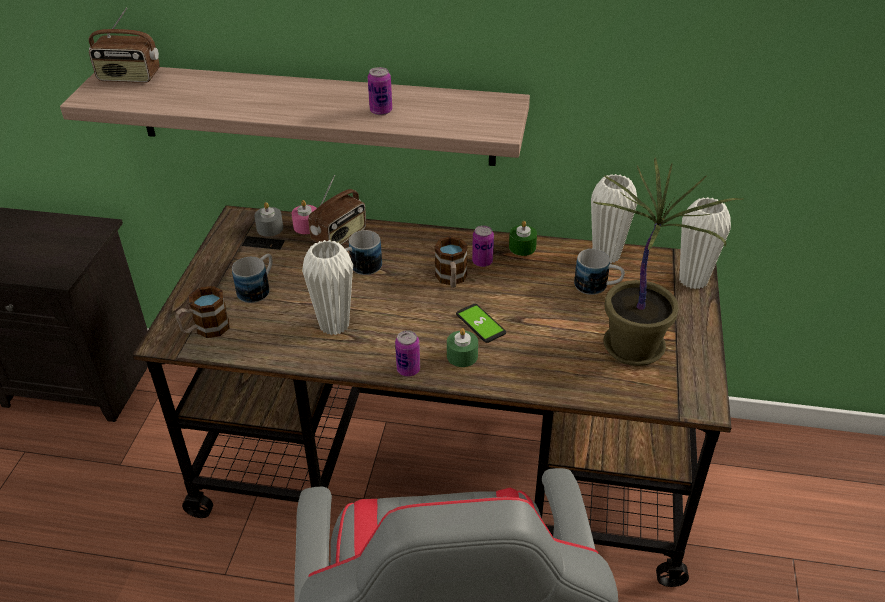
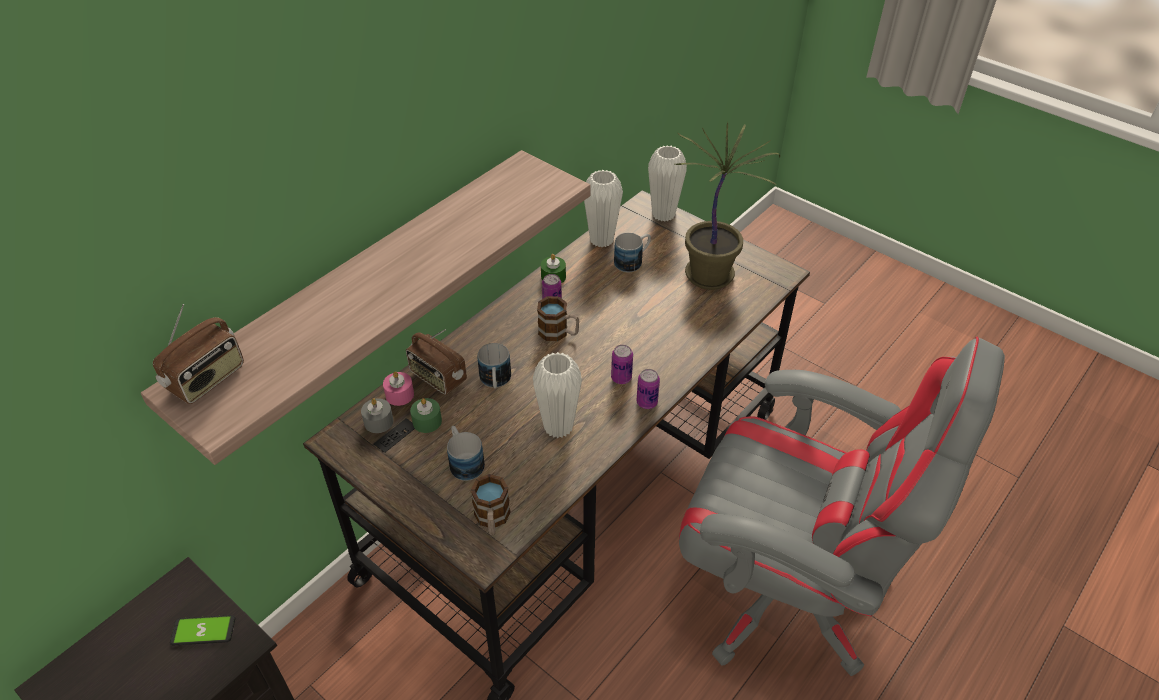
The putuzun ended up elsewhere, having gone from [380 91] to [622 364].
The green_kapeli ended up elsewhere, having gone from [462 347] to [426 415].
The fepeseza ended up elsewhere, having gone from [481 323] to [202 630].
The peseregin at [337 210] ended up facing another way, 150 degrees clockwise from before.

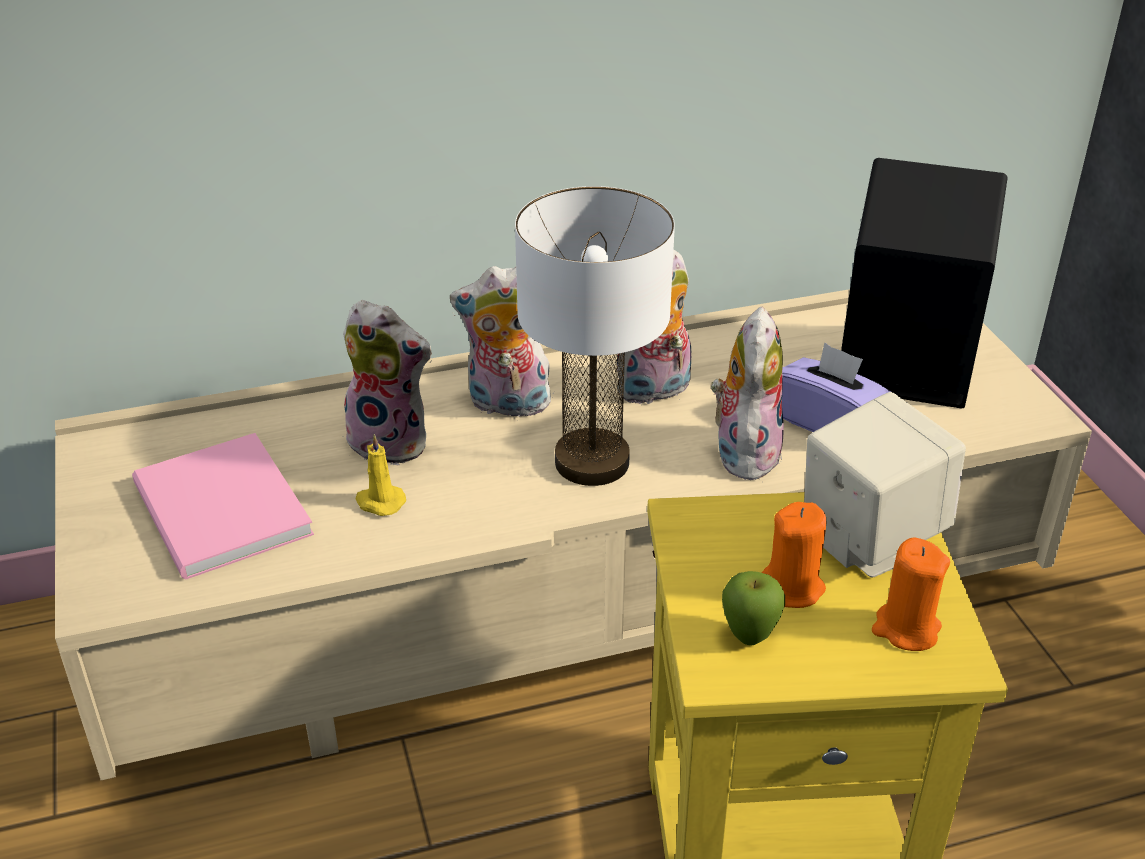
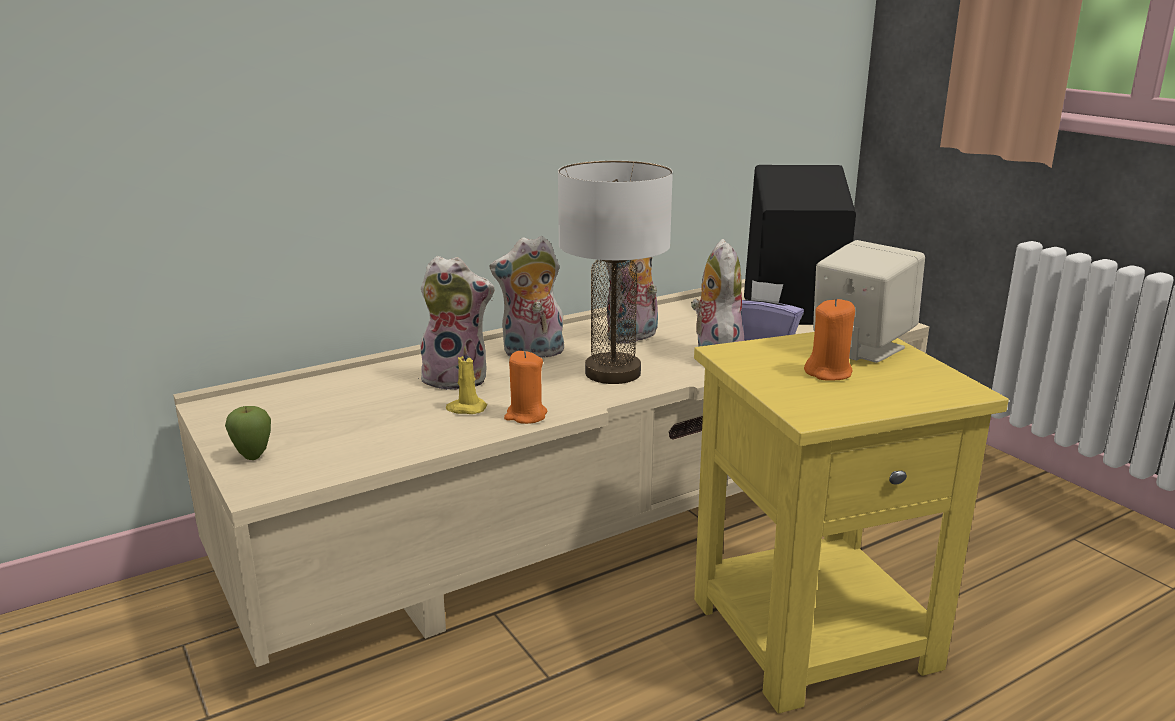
The second view lost the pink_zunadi at [223 506].
The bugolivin ended up elsewhere, having gone from [753 608] to [248 433].
The orange_kapeli ended up elsewhere, having gone from [911 594] to [525 387].

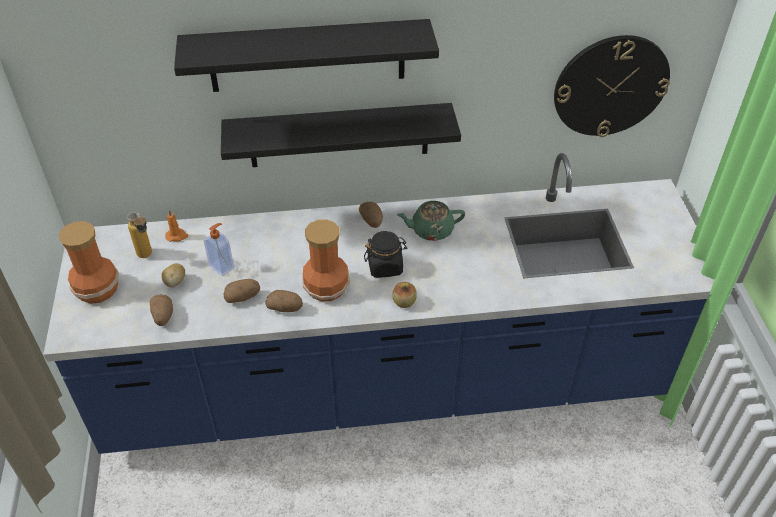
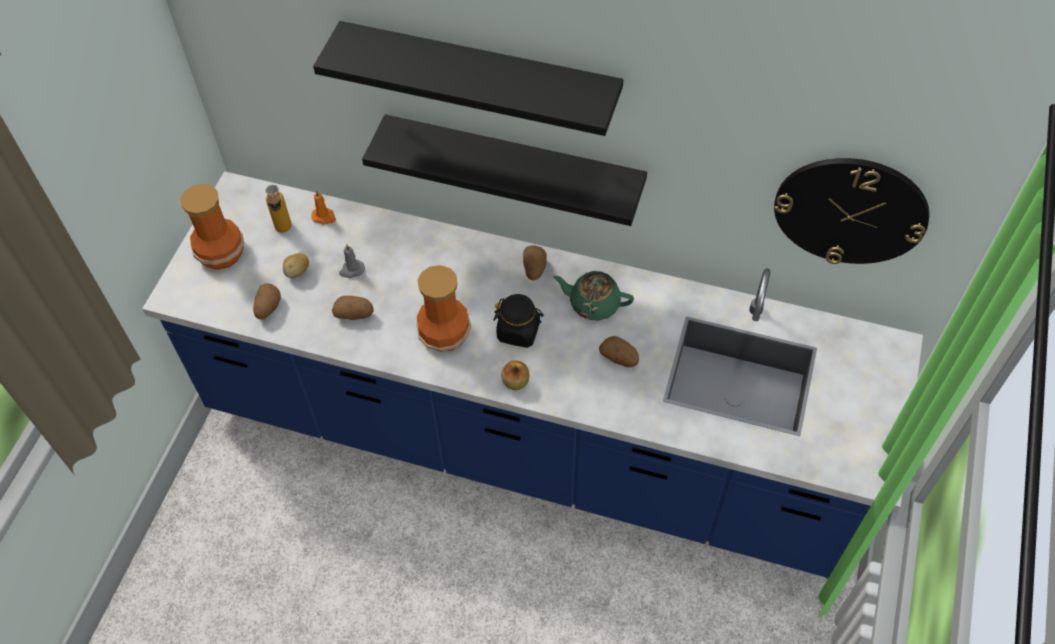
The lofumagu ended up elsewhere, having gone from [284 301] to [619 351].
Where the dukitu stood at [219 249], the grey_kapeli came to stand at [352 261].

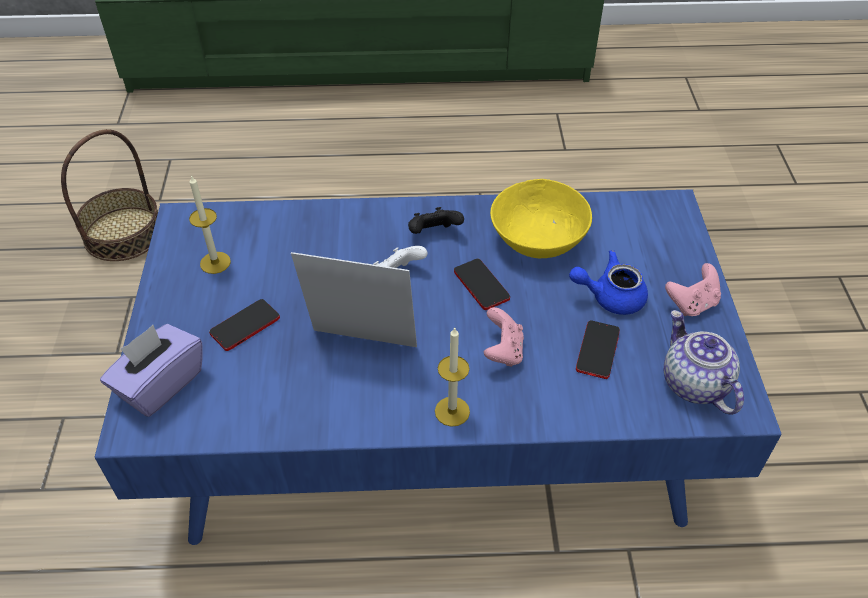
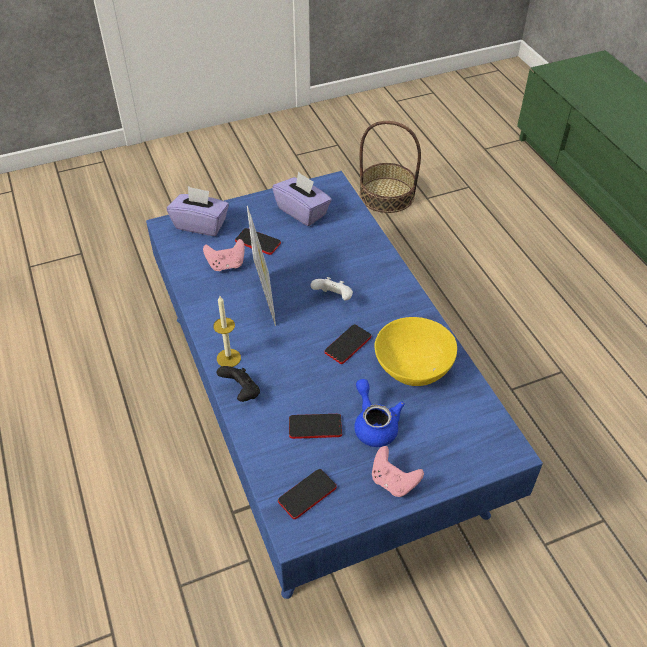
The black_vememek ended up elsewhere, having gone from [436 220] to [238 384].
The pink_vememek ended up elsewhere, having gone from [504 337] to [224 255].
Where the kapeli stood at [210 224], the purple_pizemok came to stand at [302 198].
Where the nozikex stood at [704 362], the fepeseza came to stand at [307 494].

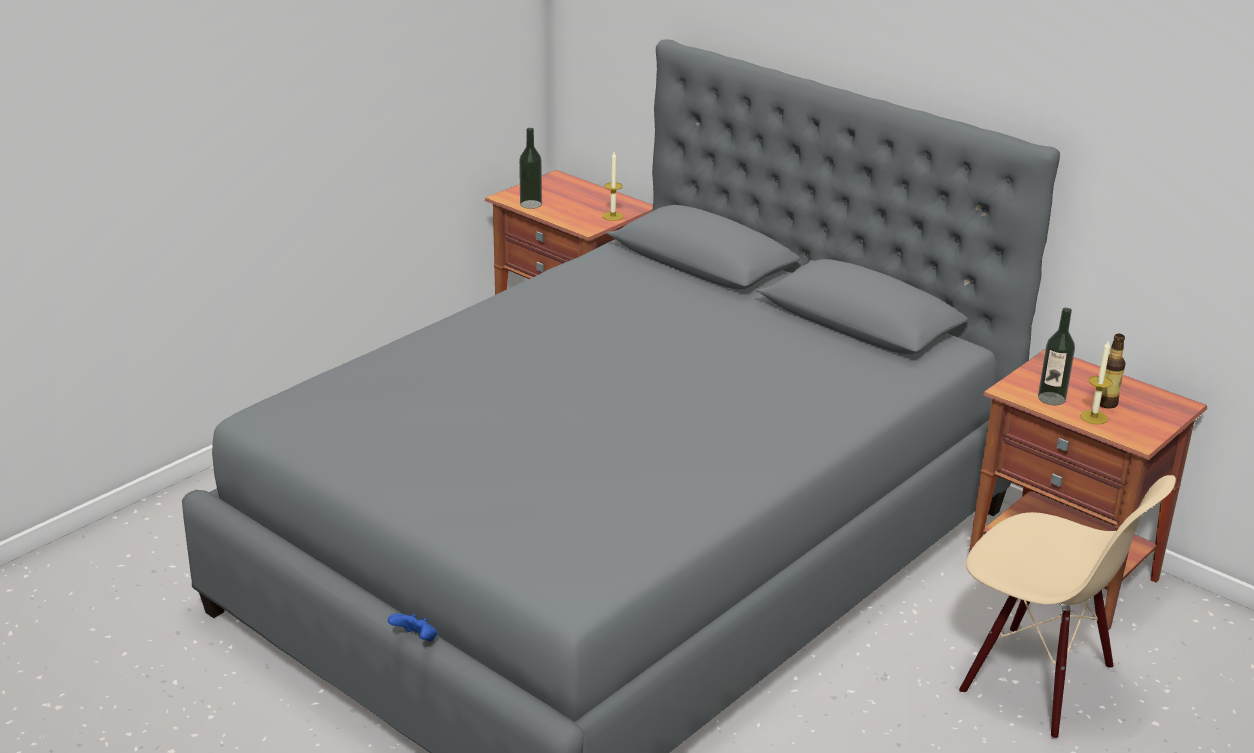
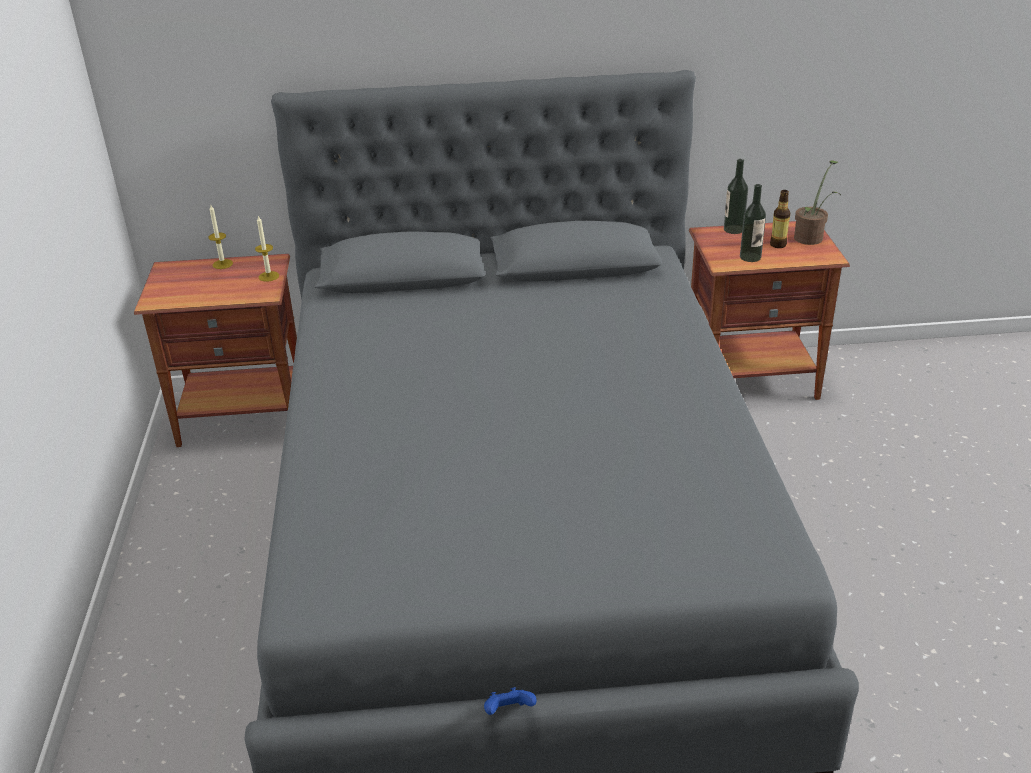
The second view lost the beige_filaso at [1067 607].
The second view gained the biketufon at [817 202].
The blue_vememek ended up elsewhere, having gone from [412 627] to [510 701].
The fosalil ended up elsewhere, having gone from [530 168] to [736 196].
The kapeli ended up elsewhere, having gone from [1096 382] to [220 237].

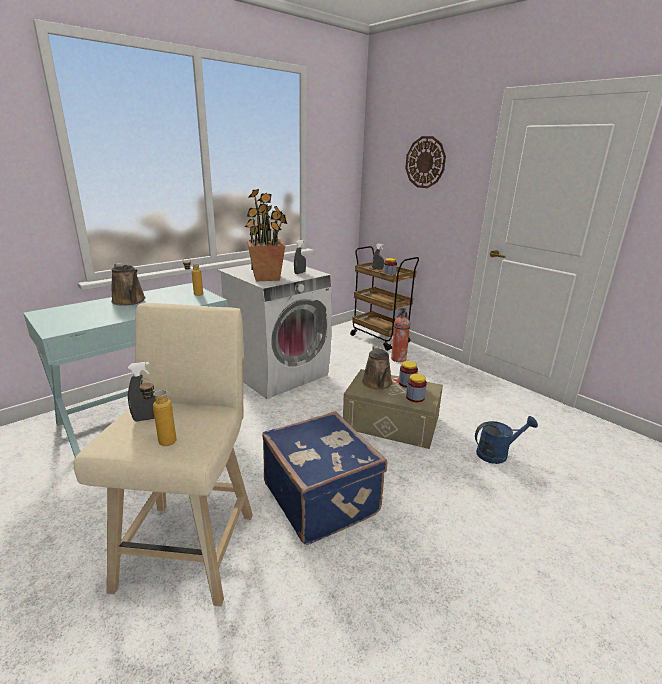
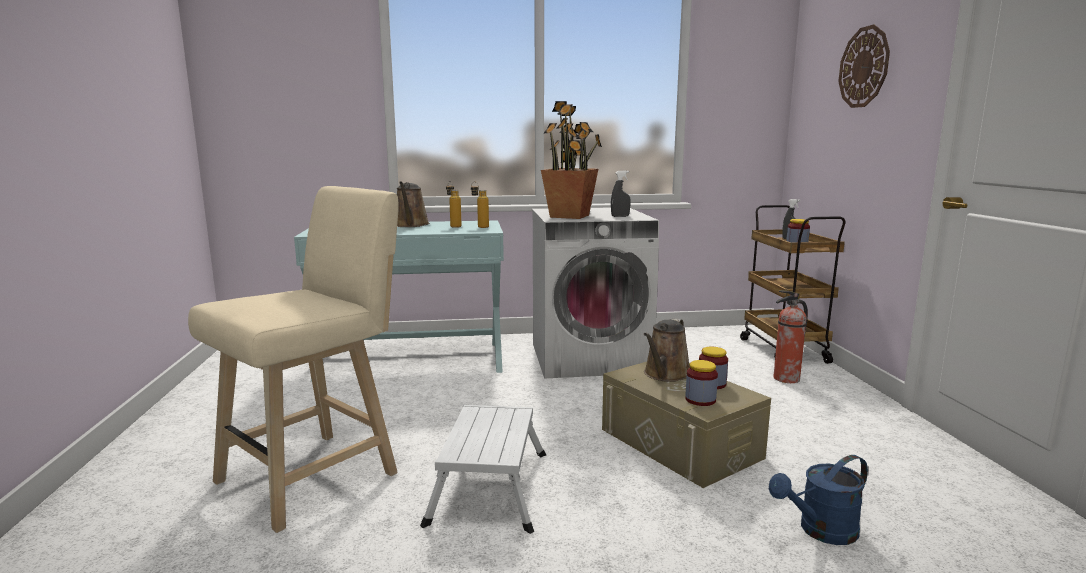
The second view lost the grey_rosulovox at [141 391].
The fosalil ended up elsewhere, having gone from [158 412] to [454 204].
Where the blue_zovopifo stood at [324 478], the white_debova came to stand at [483 469].
The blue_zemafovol at [506 440] ended up facing another way, 135 degrees clockwise from before.

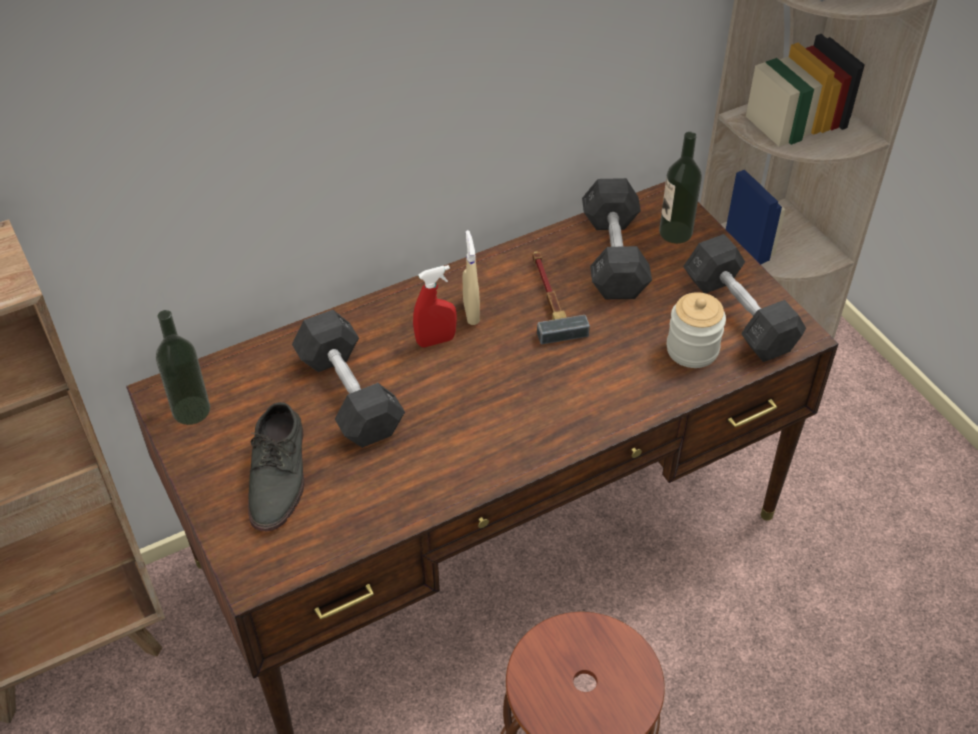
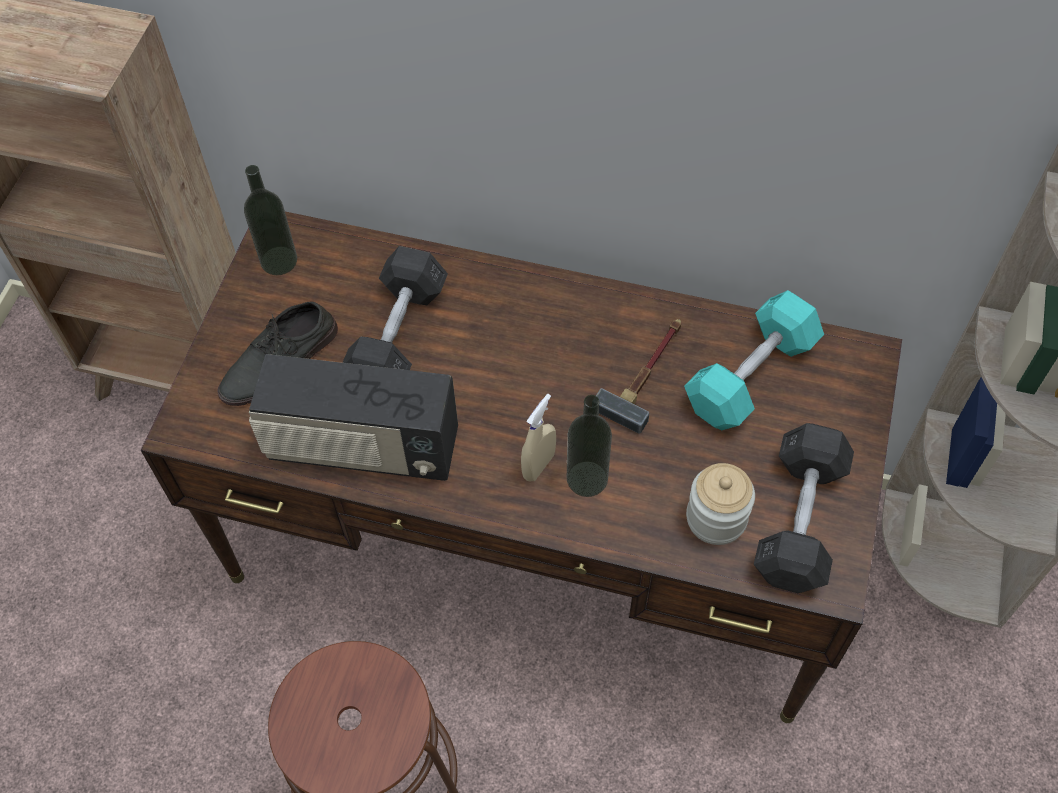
The second view lost the red_rosulovox at [435 306].
The second view gained the peseregin at [353 417].
The beige_rosulovox ended up elsewhere, having gone from [471 277] to [538 437].
The fosalil ended up elsewhere, having gone from [680 188] to [589 446].
What was the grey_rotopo at [617 239] turned into the turquoise_rotopo at [754 360].

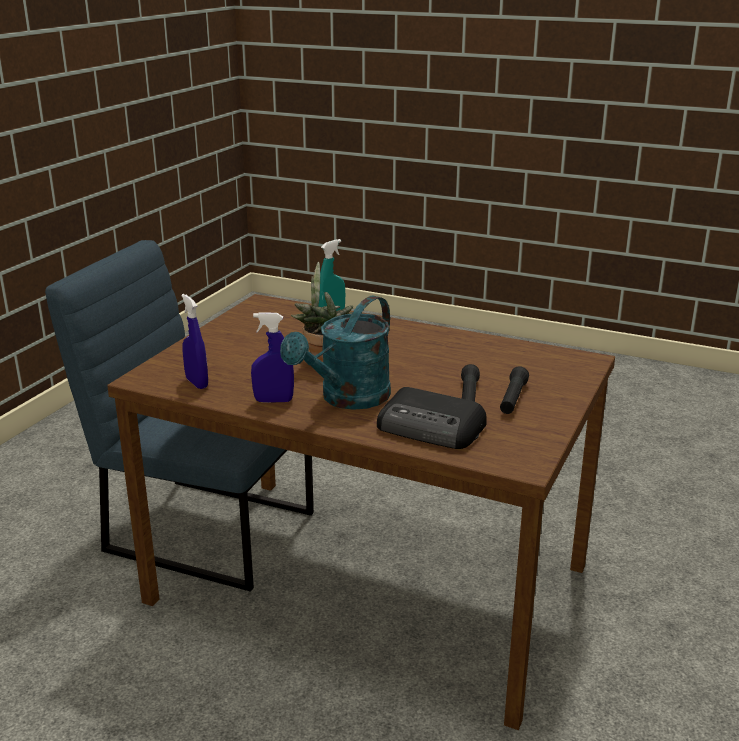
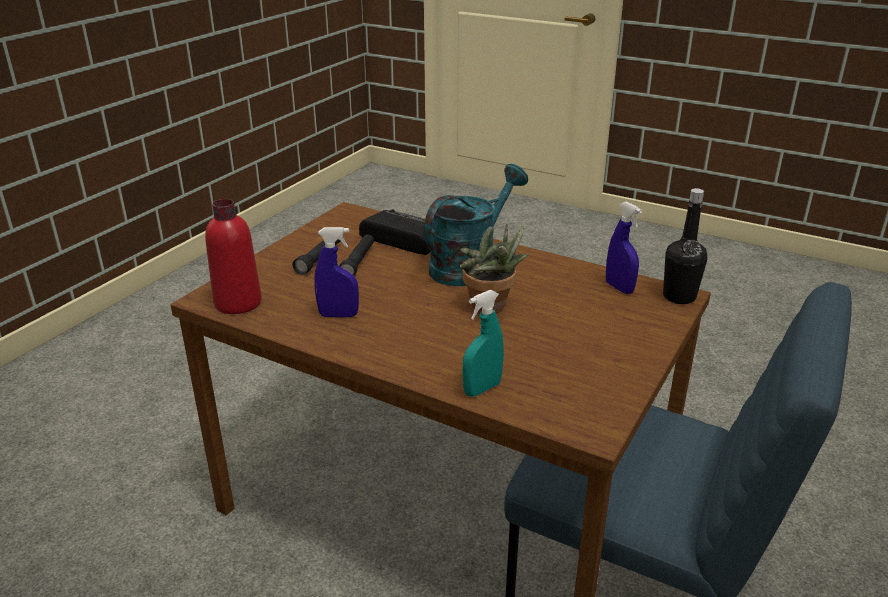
The second view gained the red_fosalil at [233 256].
The second view gained the black_fosalil at [685 246].
The blue_rosulovox ended up elsewhere, having gone from [272 358] to [336 272].

